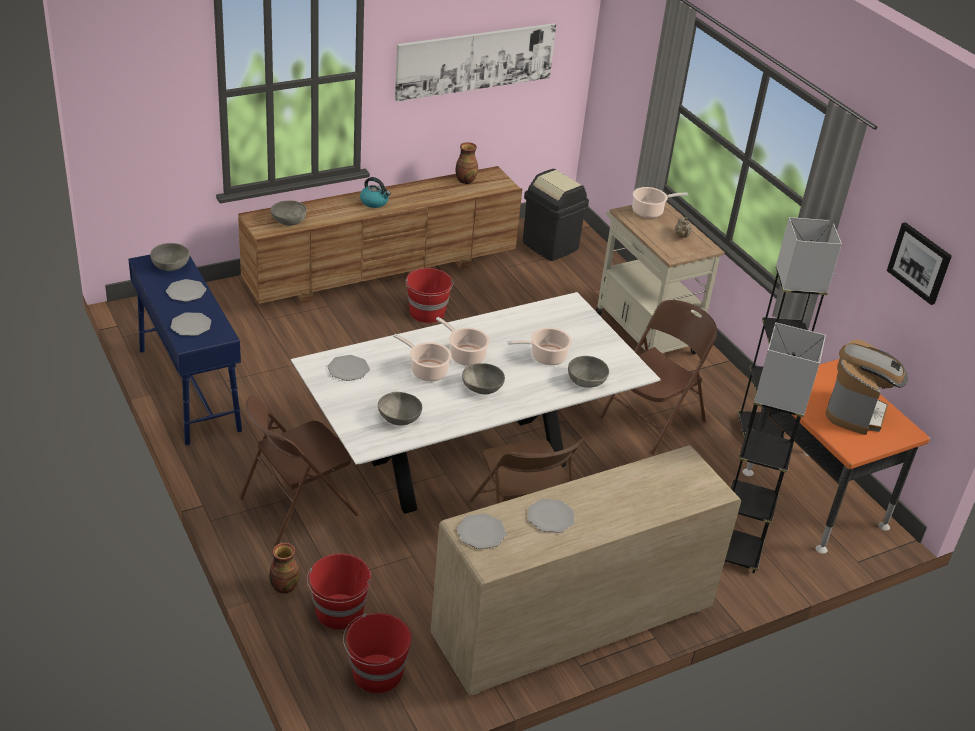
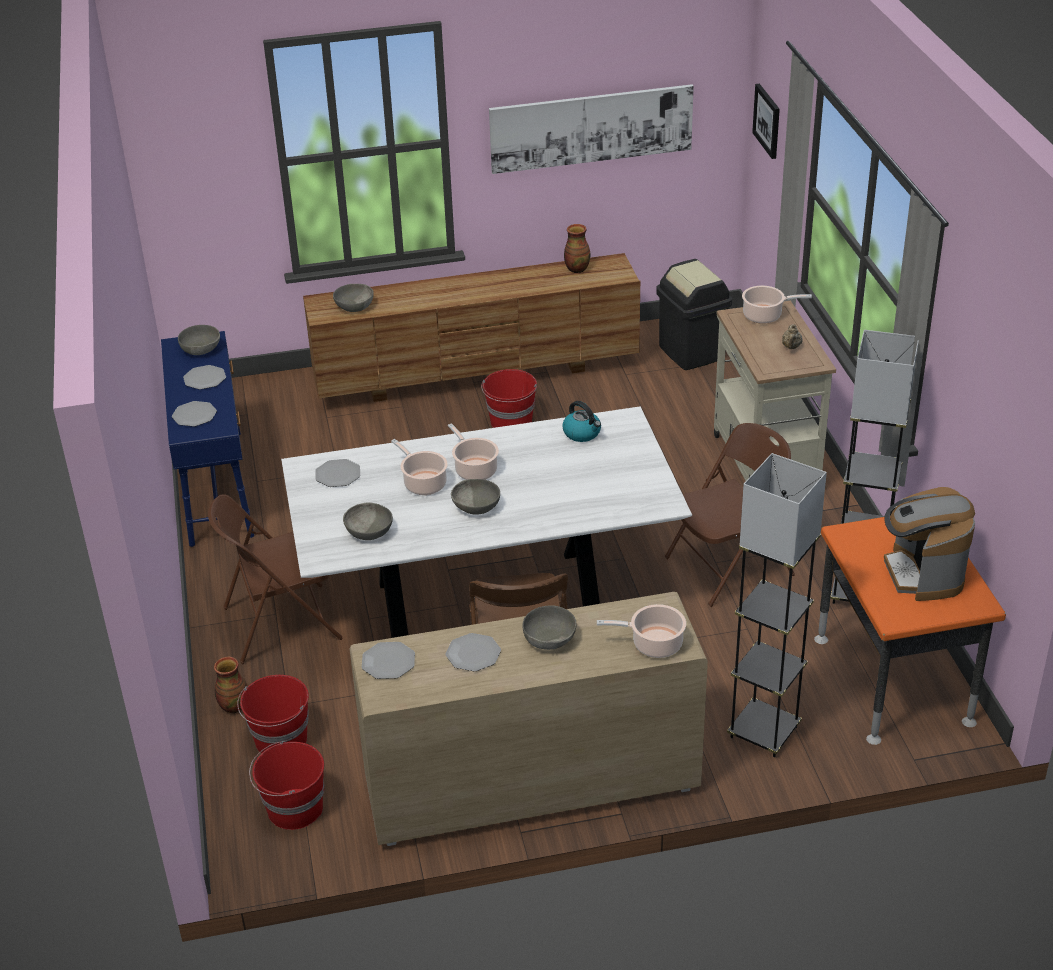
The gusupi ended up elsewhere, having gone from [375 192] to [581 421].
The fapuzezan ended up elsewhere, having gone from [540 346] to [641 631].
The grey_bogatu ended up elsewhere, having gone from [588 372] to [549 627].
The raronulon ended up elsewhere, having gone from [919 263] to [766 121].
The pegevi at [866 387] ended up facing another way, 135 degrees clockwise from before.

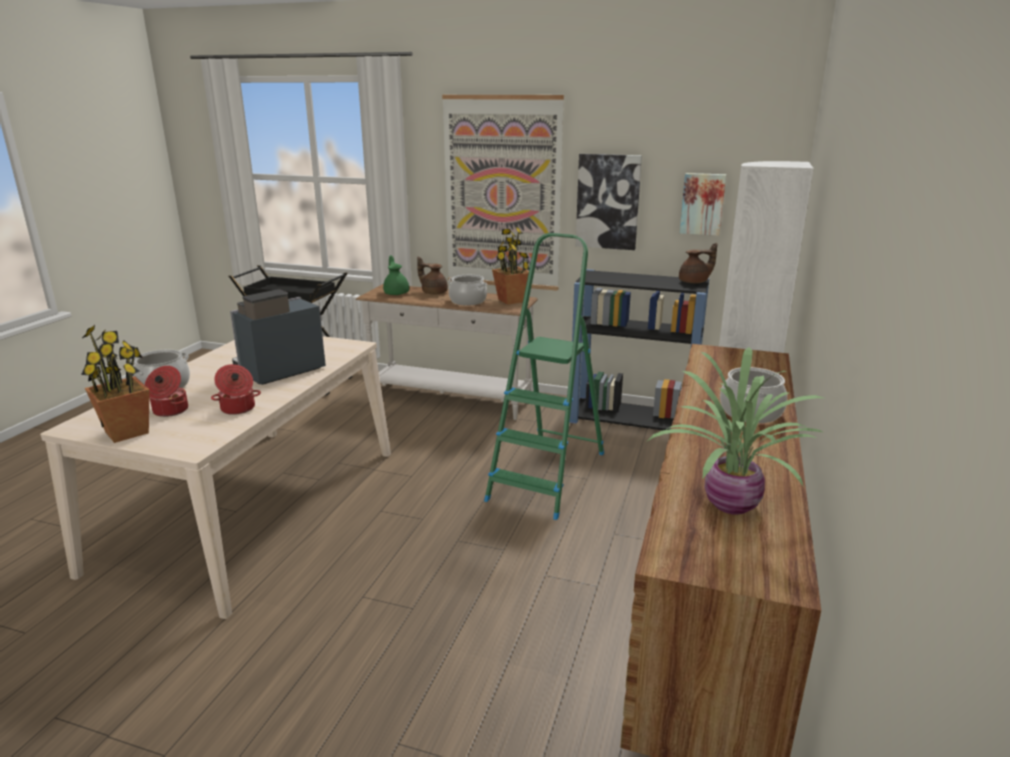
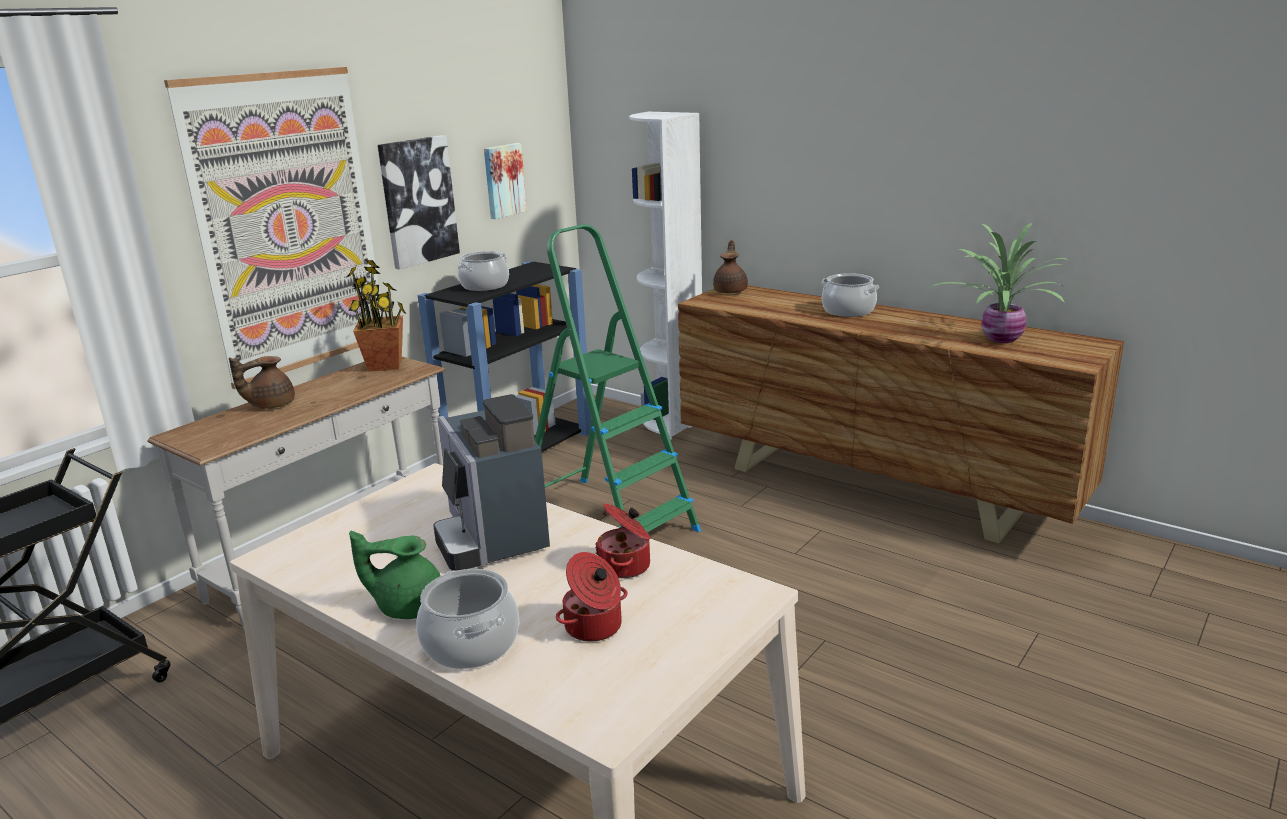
The second view lost the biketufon at [115 384].
The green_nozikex ended up elsewhere, having gone from [396 275] to [394 575].
The fapuzezan ended up elsewhere, having gone from [467 290] to [483 271].
The brown_nozikex ended up elsewhere, having gone from [698 263] to [730 267].

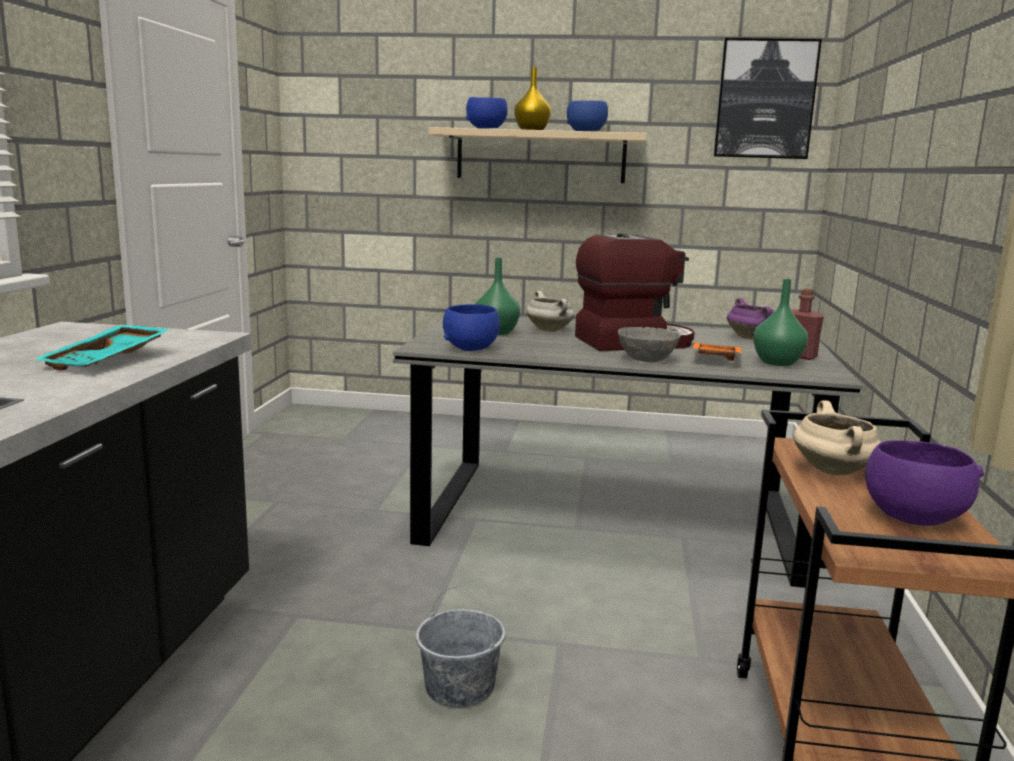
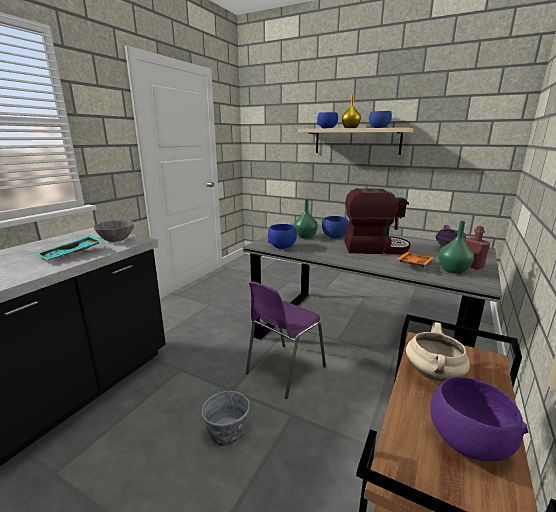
The second view lost the raronulon at [768 98].
The second view gained the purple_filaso at [286 340].
The grey_bogatu ended up elsewhere, having gone from [649 344] to [113 231].
Where the white_fapuzezan stood at [550 311], the blue_bogatu came to stand at [335 227].

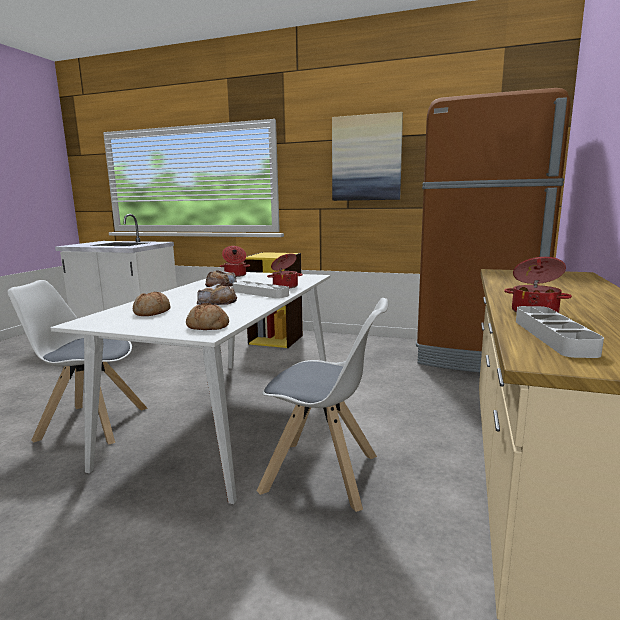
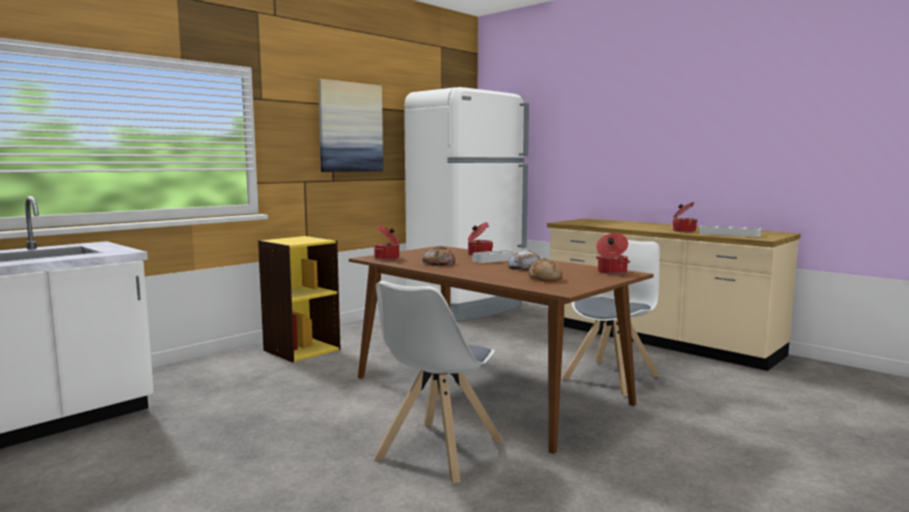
Where the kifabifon stood at [207 316], the fapuzezan came to stand at [613 253].
What was the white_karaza at [190 388] turned into the brown_karaza at [501 350].
What was the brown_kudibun at [493 230] turned into the white_kudibun at [466 204].

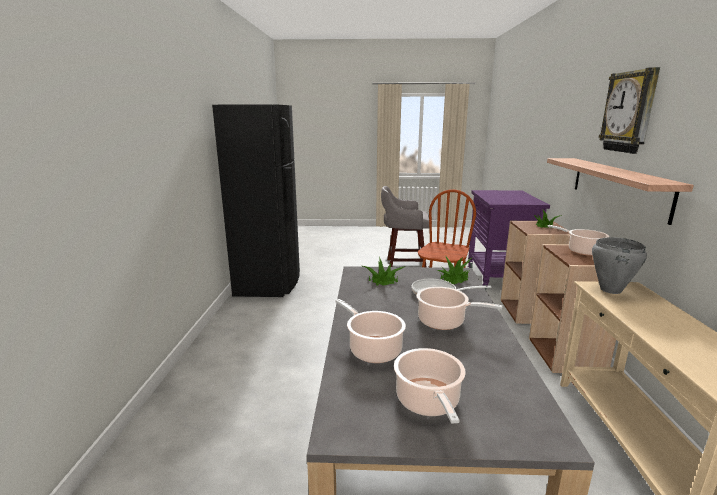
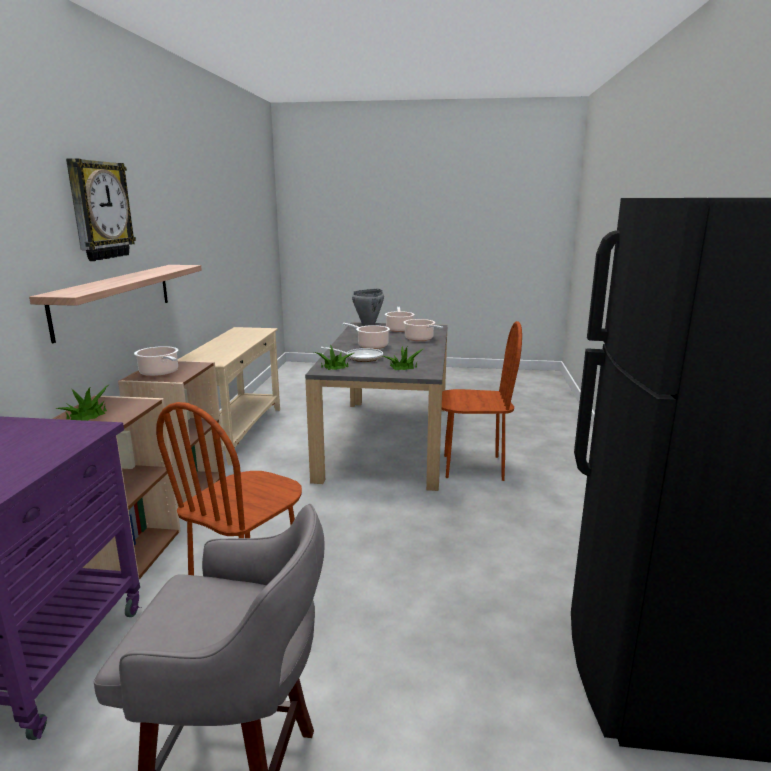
The second view gained the brown_filaso at [482 401].
The grey_fapuzezan ended up elsewhere, having gone from [619 265] to [368 307].

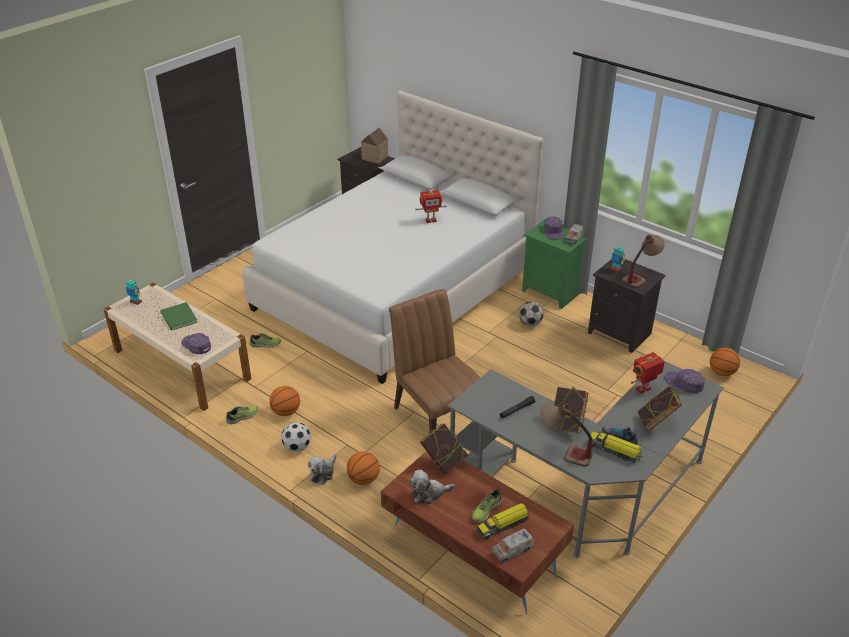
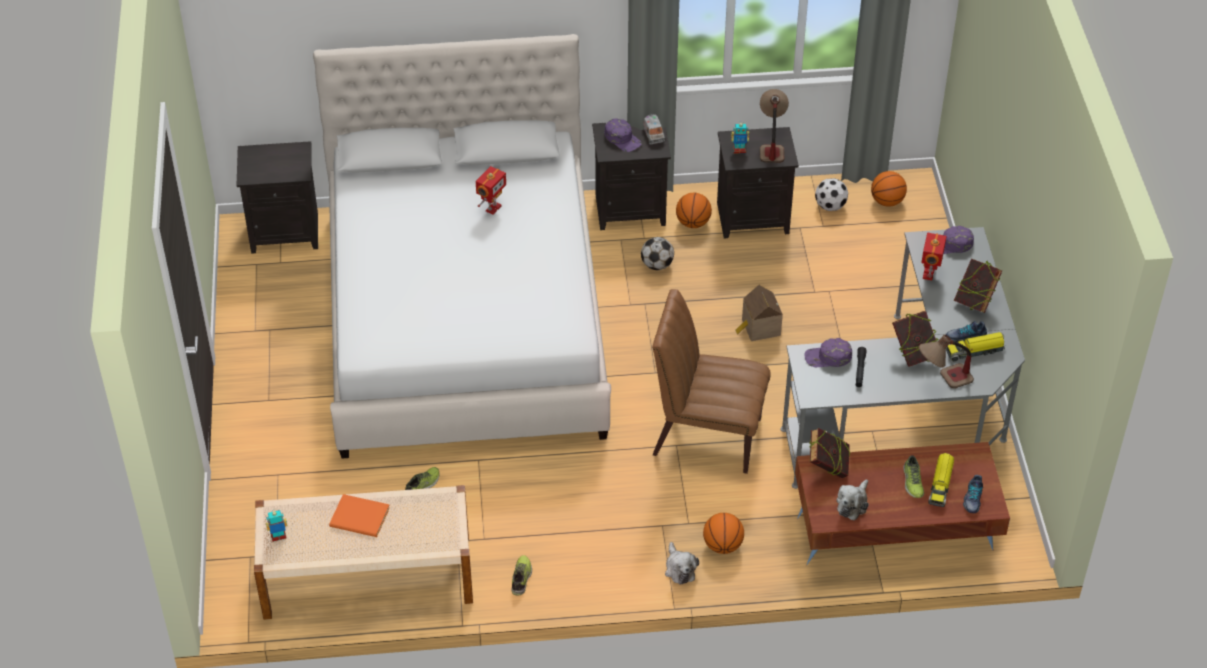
The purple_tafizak ended up elsewhere, having gone from [196 343] to [828 352].
The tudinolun ended up elsewhere, having gone from [284 401] to [694 210].
The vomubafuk ended up elsewhere, having gone from [296 437] to [831 194].
The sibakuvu ended up elsewhere, having gone from [374 146] to [759 313].
Where the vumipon stood at [513 546], the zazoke came to stand at [973 494].
What was the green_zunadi at [179 316] turned into the orange_zunadi at [359 515].
What was the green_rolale at [554 263] turned into the black_rolale at [631 175].

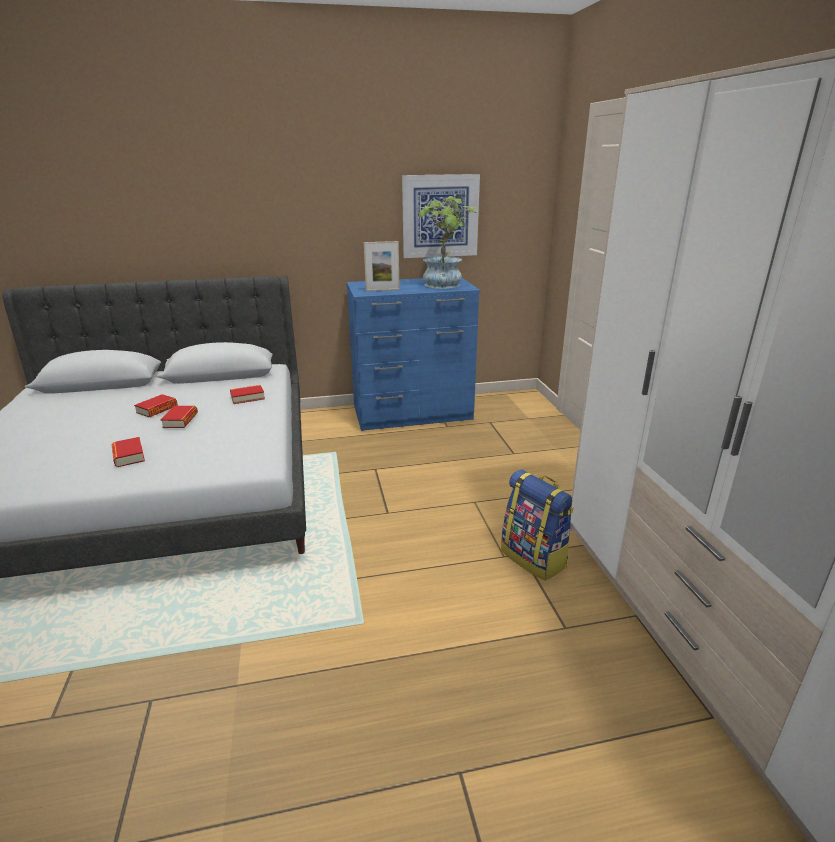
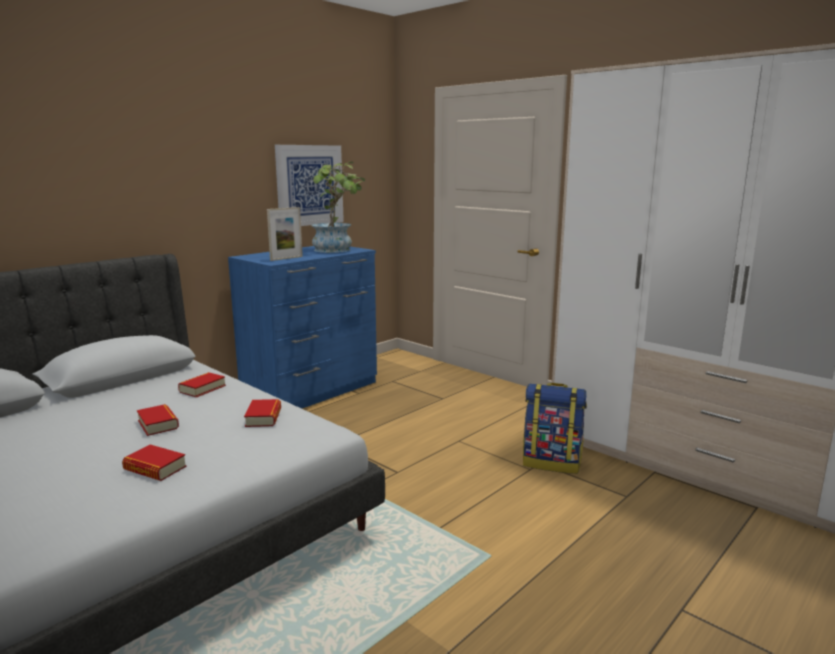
The zunadi ended up elsewhere, having gone from [156 406] to [262 413].

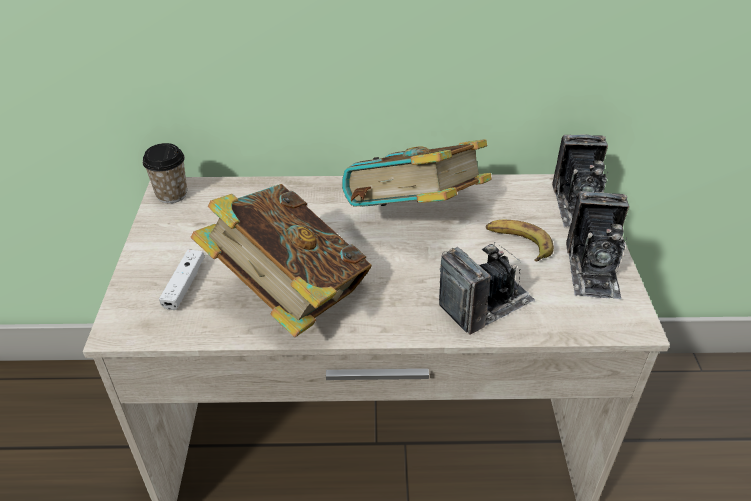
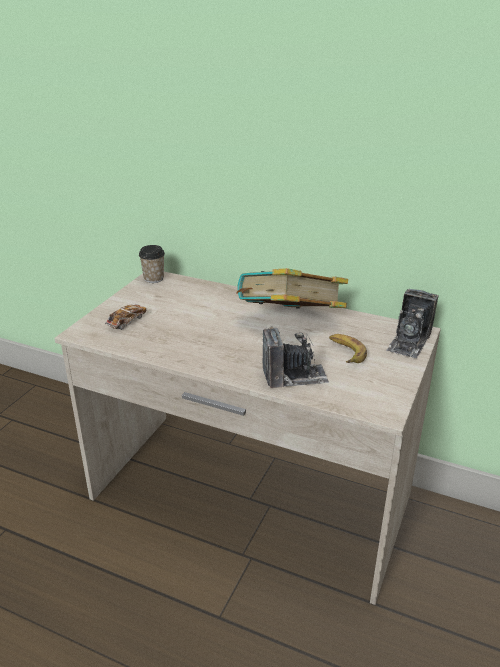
The second view lost the zunadi at [281 260].
The second view lost the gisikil at [597 245].
Where the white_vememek stood at [182 279], the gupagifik came to stand at [126 317].

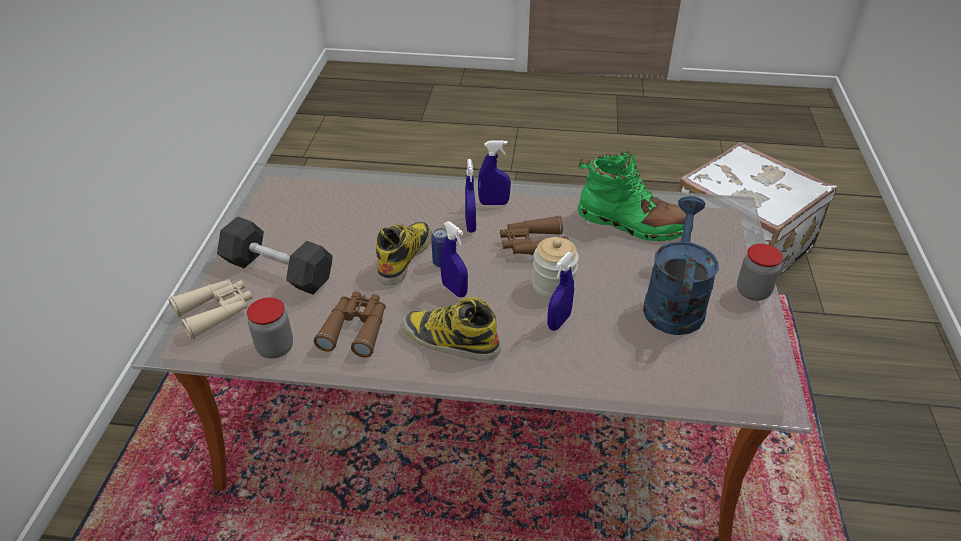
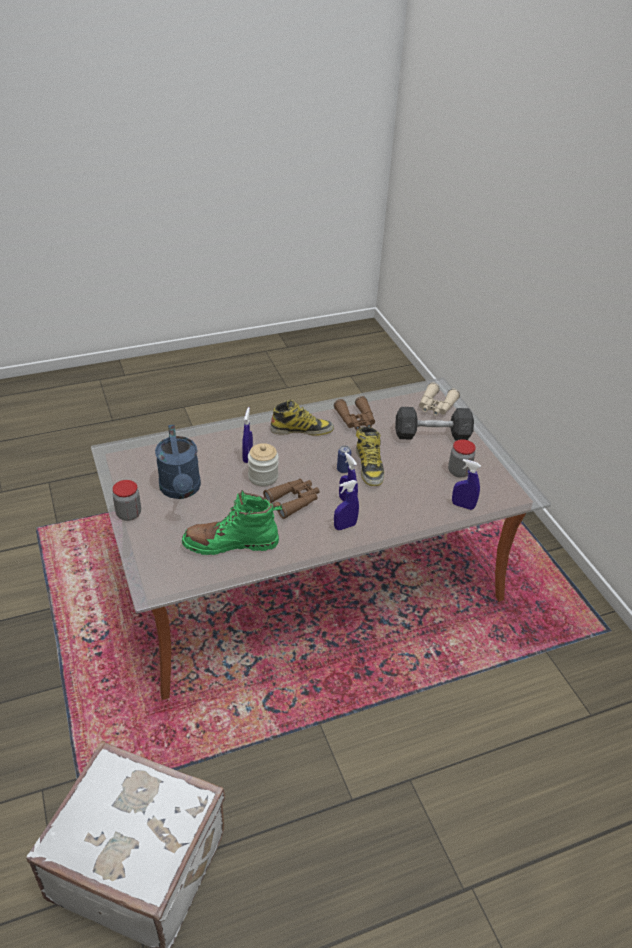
The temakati ended up elsewhere, having gone from [270 328] to [462 458].
The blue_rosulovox ended up elsewhere, having gone from [454 259] to [466 484].

